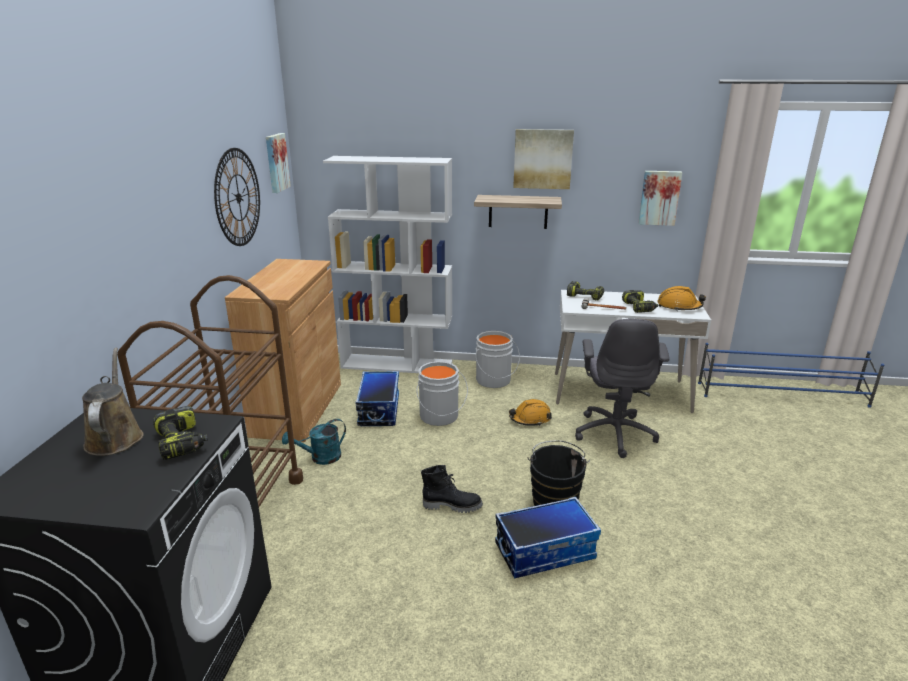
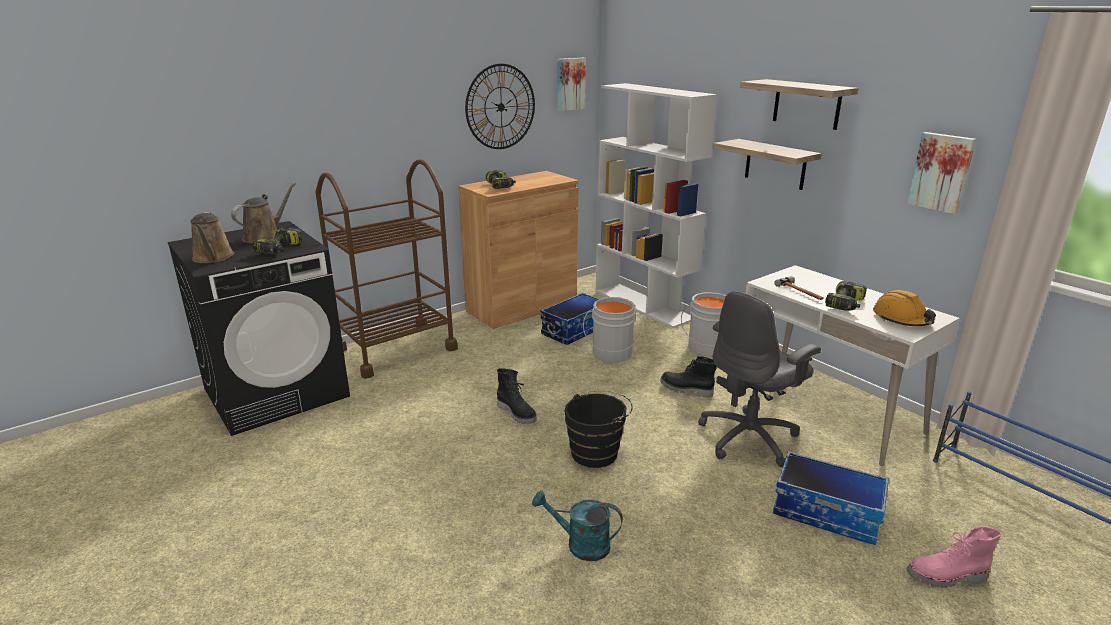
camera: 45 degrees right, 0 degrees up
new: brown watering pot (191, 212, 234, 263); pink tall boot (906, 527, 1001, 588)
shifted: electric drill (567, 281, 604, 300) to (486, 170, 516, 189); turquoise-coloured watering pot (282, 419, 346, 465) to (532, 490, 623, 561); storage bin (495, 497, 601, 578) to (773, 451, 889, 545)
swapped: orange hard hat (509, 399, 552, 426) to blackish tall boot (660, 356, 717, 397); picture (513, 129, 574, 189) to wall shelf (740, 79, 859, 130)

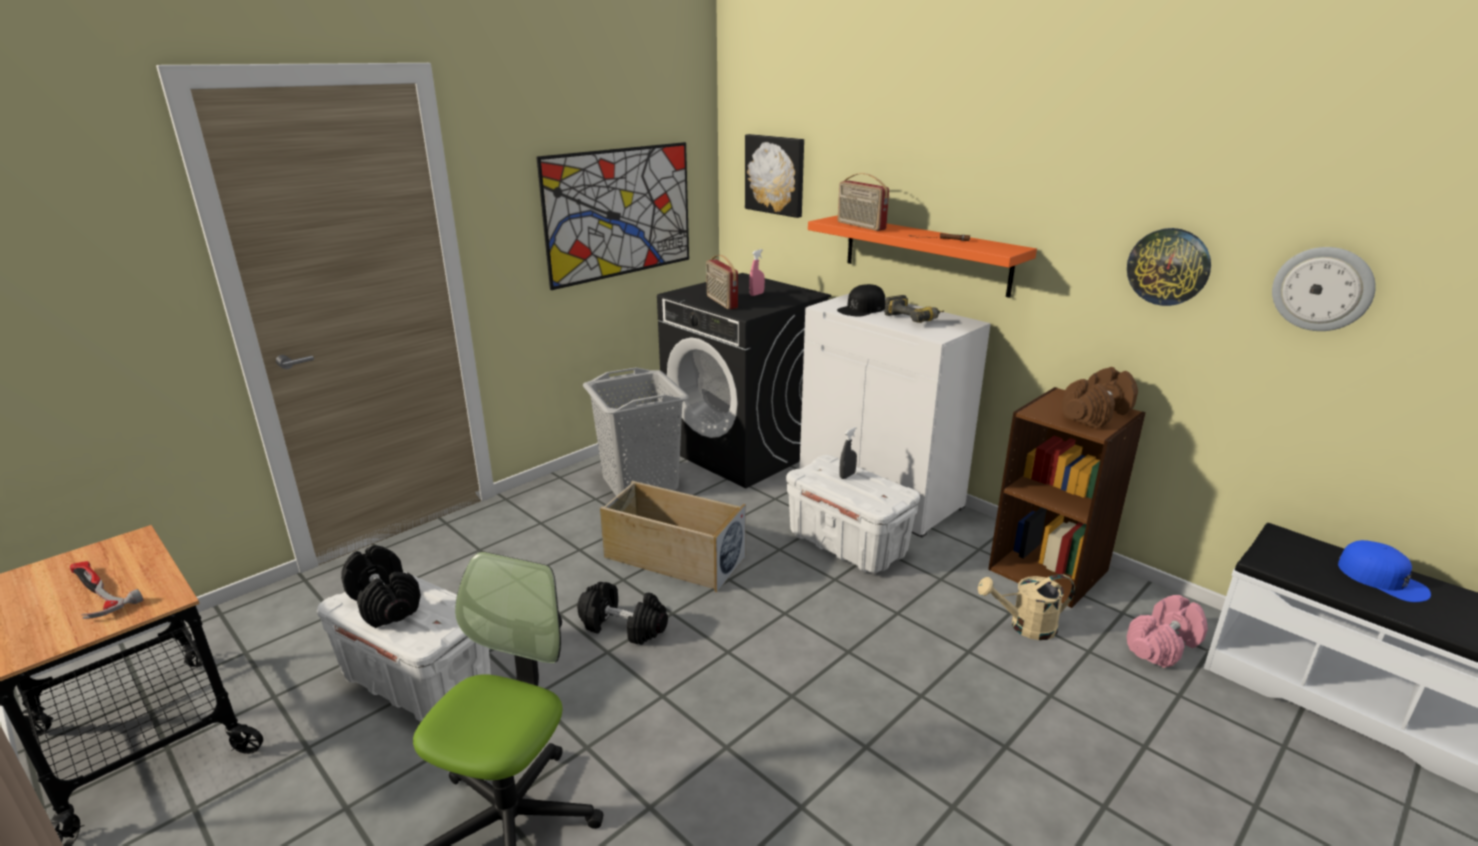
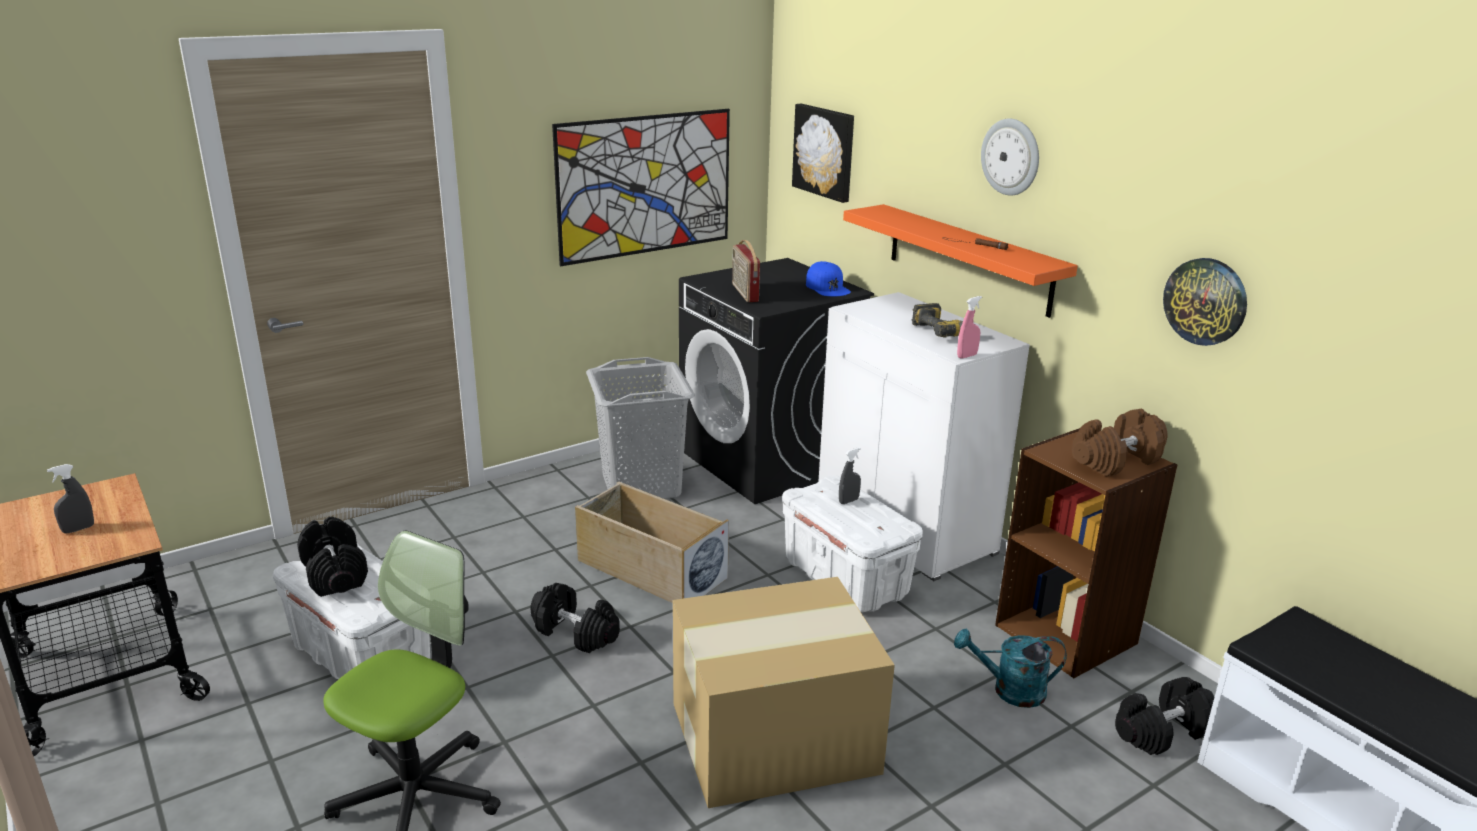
camera: 10 degrees right, 0 degrees up
gone: blackish cap (837, 284, 885, 317); radio (838, 173, 889, 231)
new: cardboard box (673, 577, 895, 808)
shifted: bluish cap (1338, 540, 1431, 602) to (806, 261, 851, 296); pink hand sprayer (749, 249, 765, 296) to (957, 296, 982, 359); wall clock (1272, 247, 1376, 331) to (981, 118, 1039, 196)
swapped: hammer (70, 561, 143, 619) to greyish hand sprayer (47, 464, 94, 533)
repainted: beige-coloured watering pot (978, 574, 1075, 640) to turquoise-coloured watering pot (954, 629, 1067, 708); pink hand weight (1127, 595, 1208, 668) to blackish hand weight (1115, 677, 1214, 755)

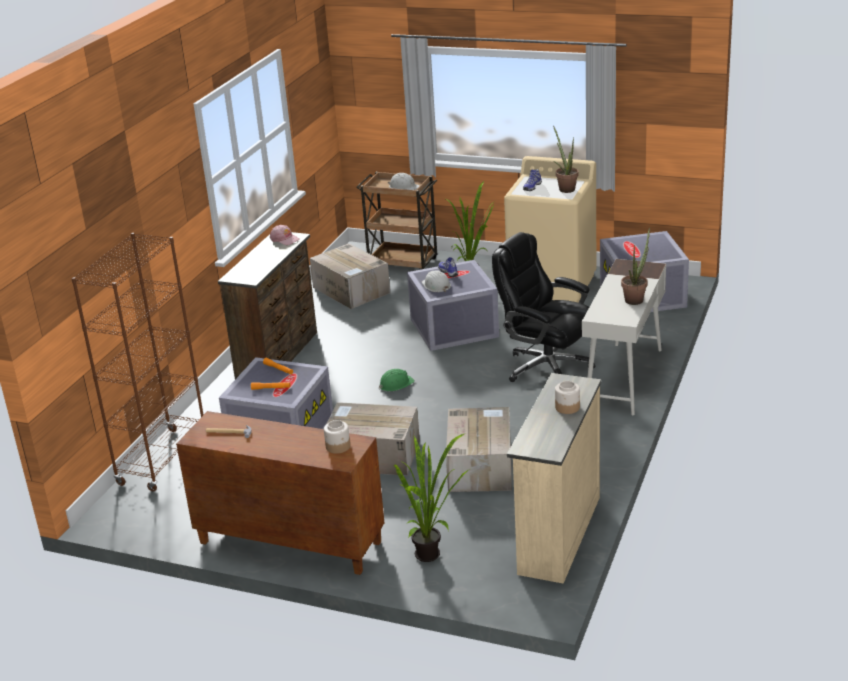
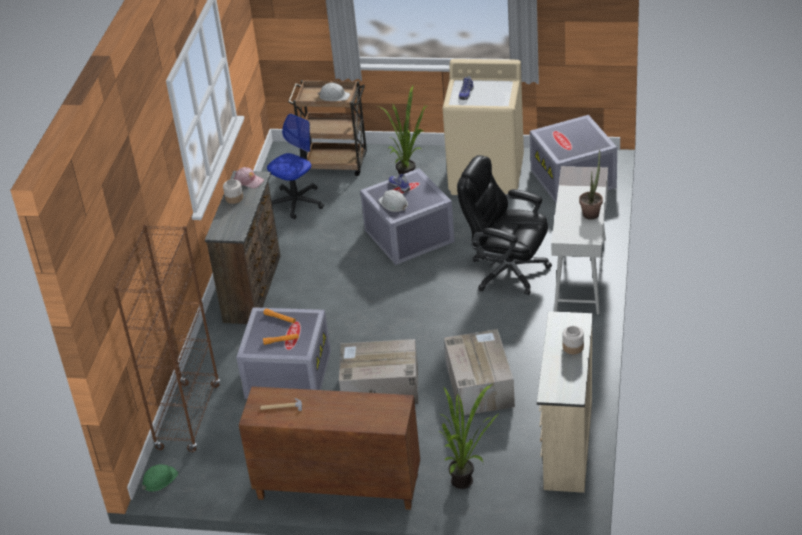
camera: 10 degrees left, 10 degrees up
gone: houseplant (553, 126, 579, 193)
shifted: green-coloured hard hat (379, 369, 415, 391) to (142, 464, 178, 492); jar (324, 420, 350, 454) to (223, 179, 243, 204)
swapped: cardboard box (310, 243, 390, 309) to desk chair (267, 114, 324, 219)

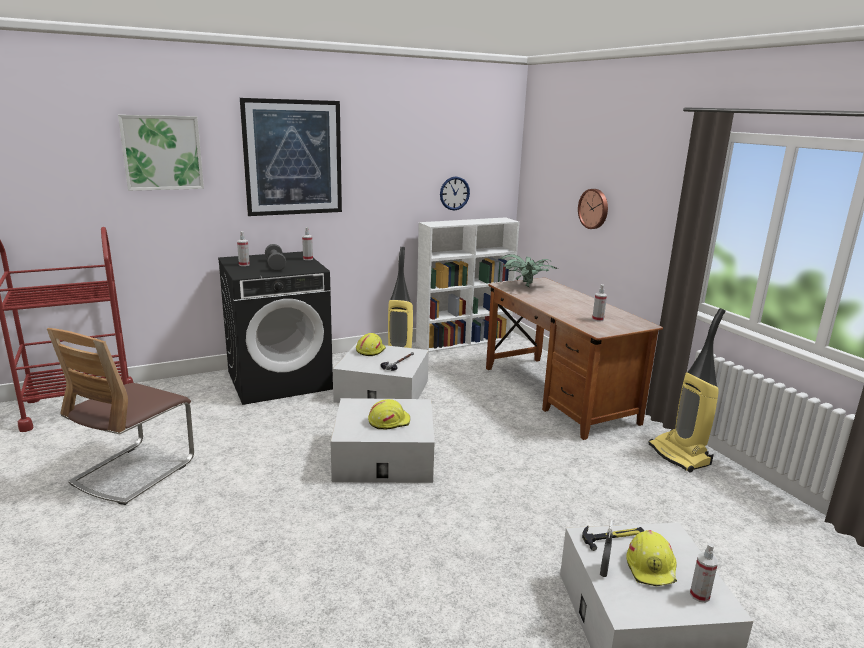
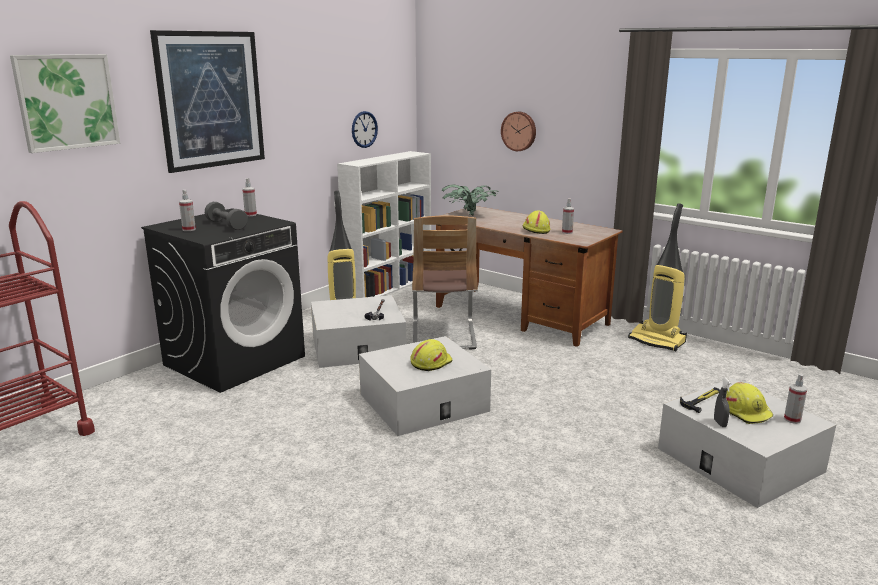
camera: 25 degrees left, 0 degrees up
shifted: upright chair (47, 328, 194, 505) to (412, 215, 478, 350); yellow-coloured hard hat (356, 333, 386, 356) to (522, 211, 550, 234)

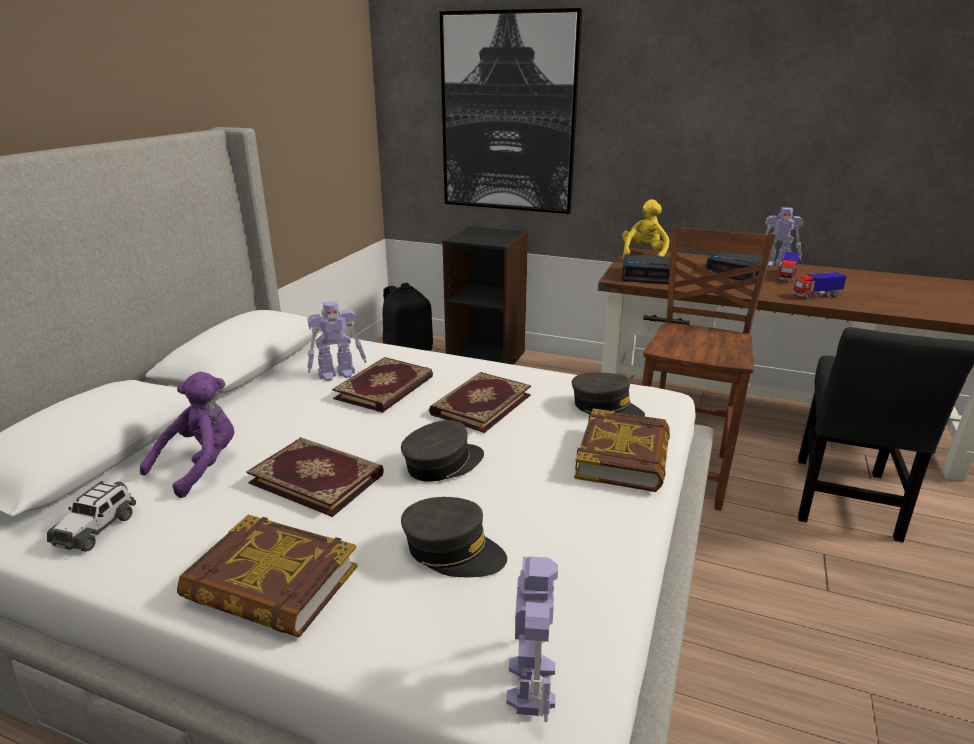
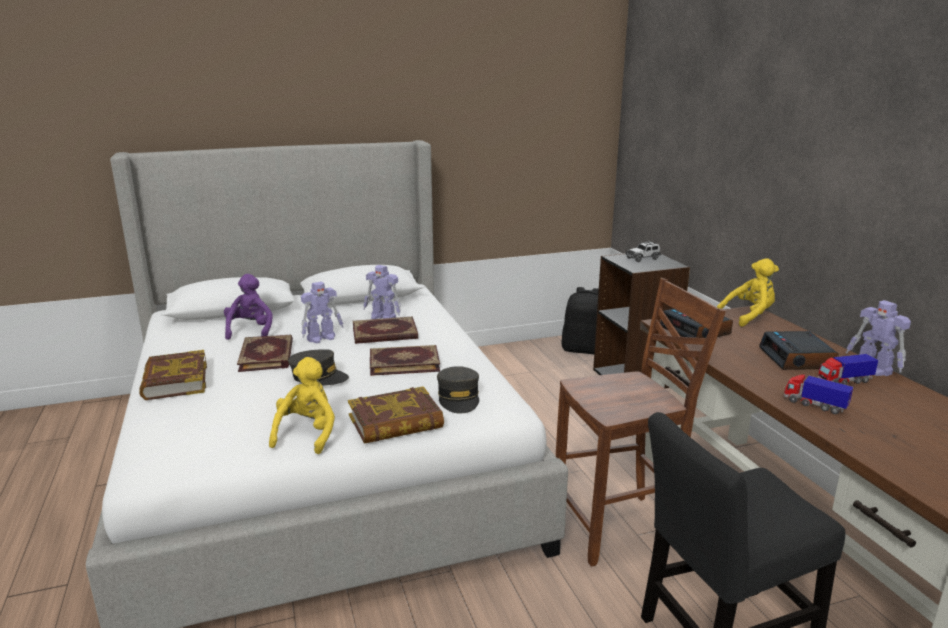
camera: 50 degrees right, 5 degrees down
gone: greyish cap (401, 497, 507, 577); picture (440, 8, 582, 214)
new: yellow-coloured soft toy (269, 357, 335, 454)
shifted: toy robot (506, 556, 558, 722) to (301, 281, 343, 344); model car (47, 481, 136, 552) to (625, 241, 661, 262)
rotated: purplish soft toy (140, 372, 234, 498) = (224, 274, 273, 340) 90 degrees counterclockwise

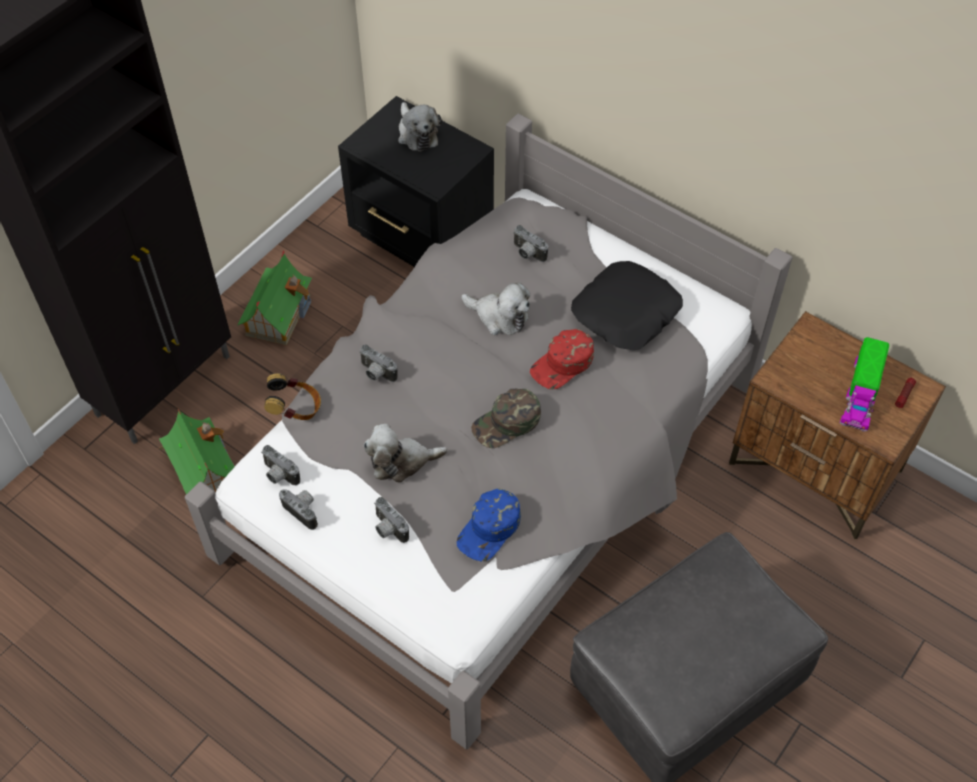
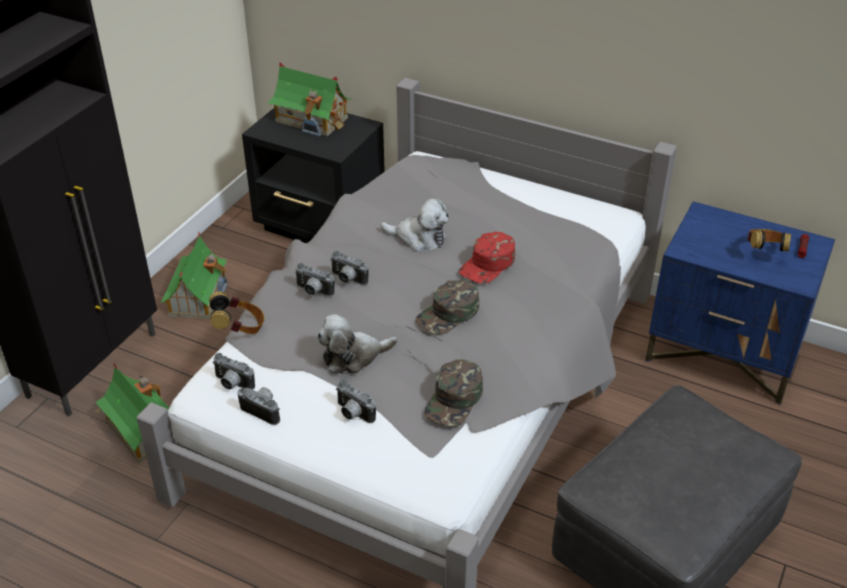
camera: 10 degrees left, 15 degrees down
gone: blackish throw pillow (571, 261, 683, 350)
shifted: still camera (513, 225, 548, 262) to (330, 251, 369, 285)
swapped: soft toy (398, 102, 442, 152) to model house (267, 62, 353, 136); model truck (840, 337, 889, 432) to headset (747, 229, 791, 251)
repainted: bluish cap (457, 488, 521, 562) to green-coloured cap (425, 359, 483, 427); brown night table (729, 311, 946, 539) to bluish night table (645, 201, 835, 405)

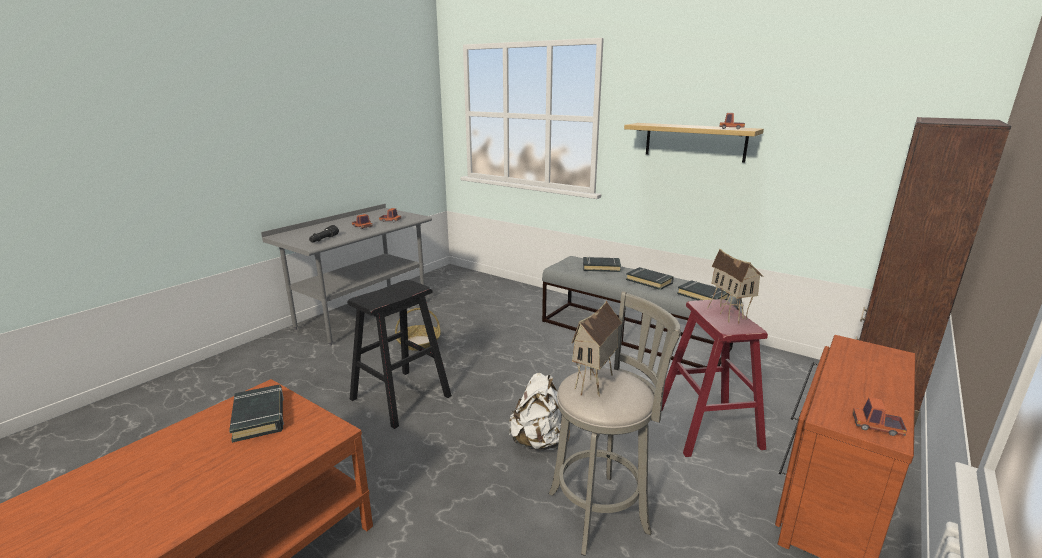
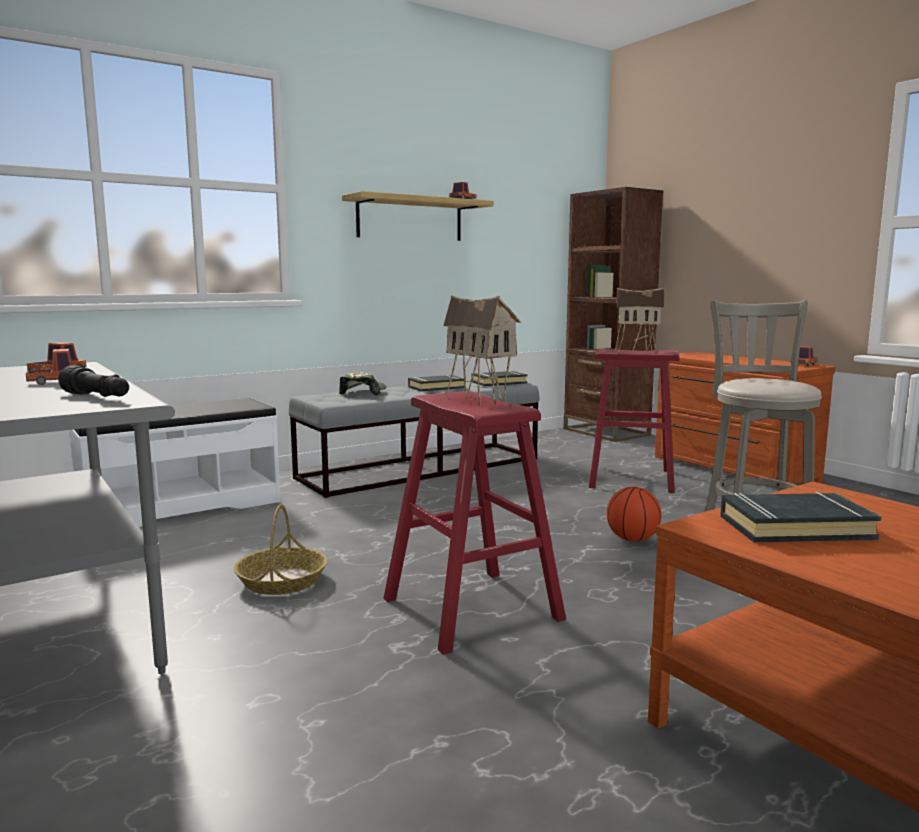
camera: 70 degrees left, 10 degrees down
new: whitish indoor bench (69, 398, 280, 527)
shifted: model house (572, 301, 622, 397) to (443, 295, 521, 405)
swapped: blackish volume (583, 257, 621, 272) to cap (339, 372, 387, 396); whitish backpack (509, 373, 570, 450) to basketball ball (607, 487, 661, 542)
repainted: blackish sitting stool (347, 280, 452, 429) to red-coloured sitting stool (384, 392, 566, 655)

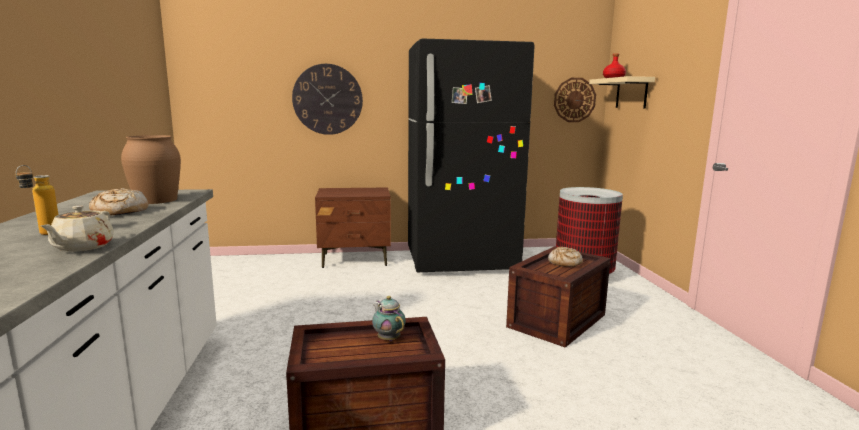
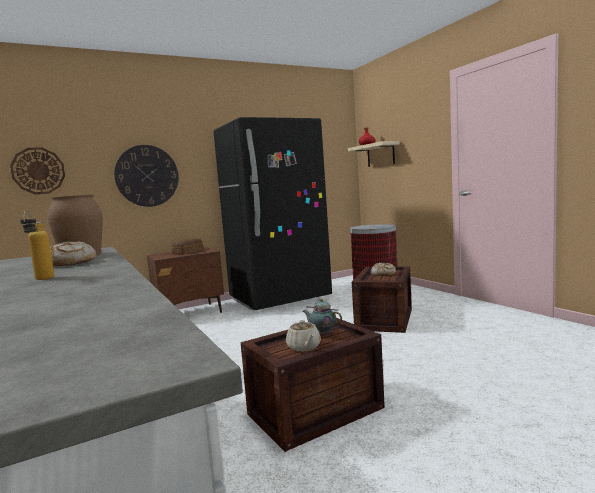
camera: 20 degrees left, 5 degrees down
new: baked bread (172, 238, 204, 255)
shifted: wall clock (554, 78, 596, 122) to (10, 147, 65, 194); beige-coloured tea pot (41, 205, 114, 252) to (286, 320, 321, 352)

